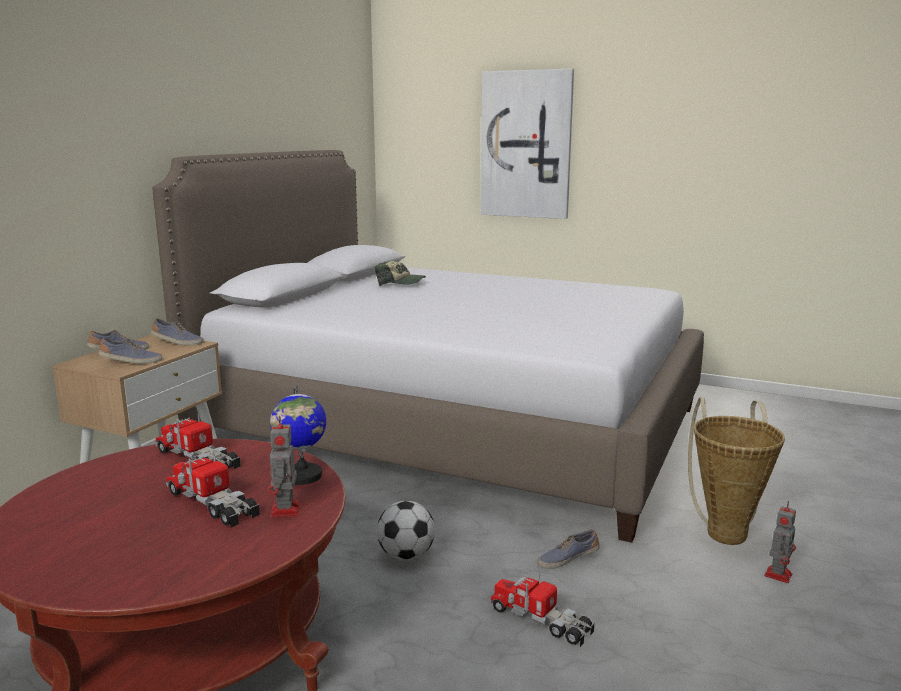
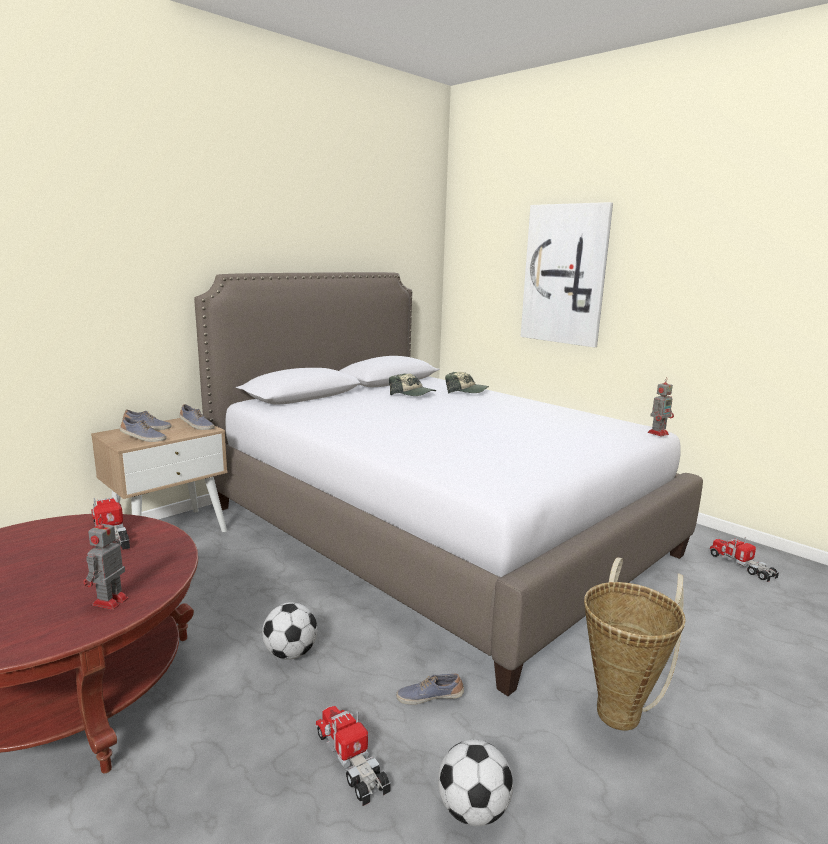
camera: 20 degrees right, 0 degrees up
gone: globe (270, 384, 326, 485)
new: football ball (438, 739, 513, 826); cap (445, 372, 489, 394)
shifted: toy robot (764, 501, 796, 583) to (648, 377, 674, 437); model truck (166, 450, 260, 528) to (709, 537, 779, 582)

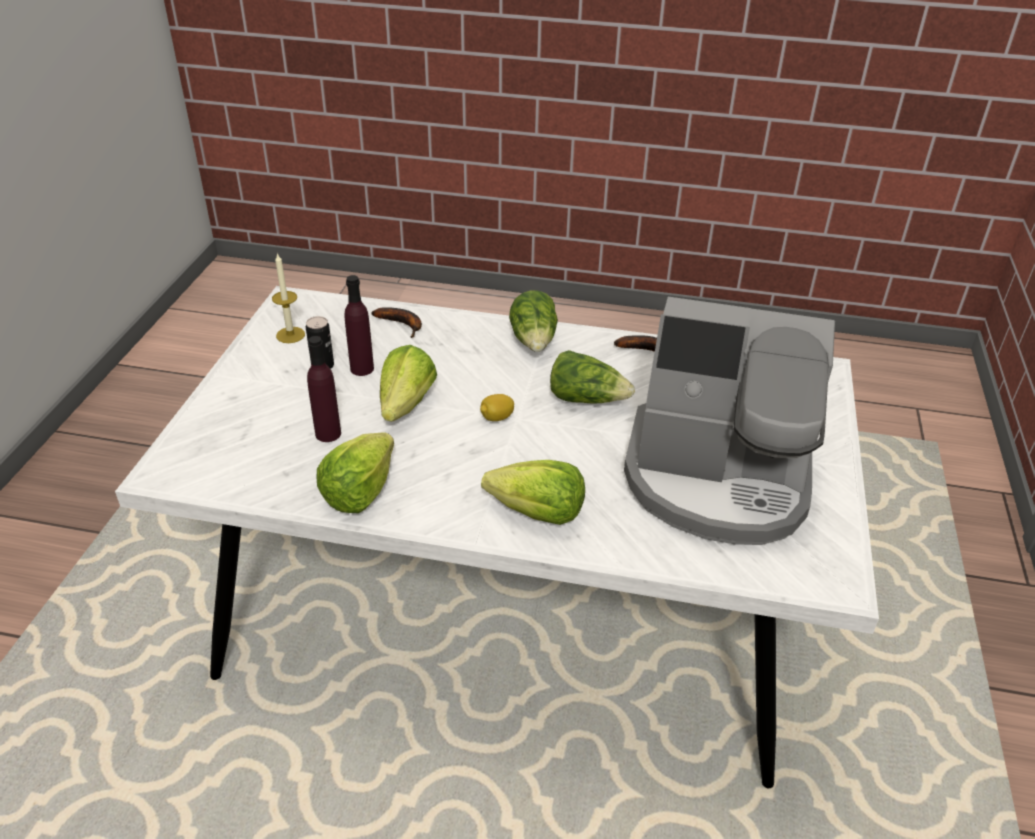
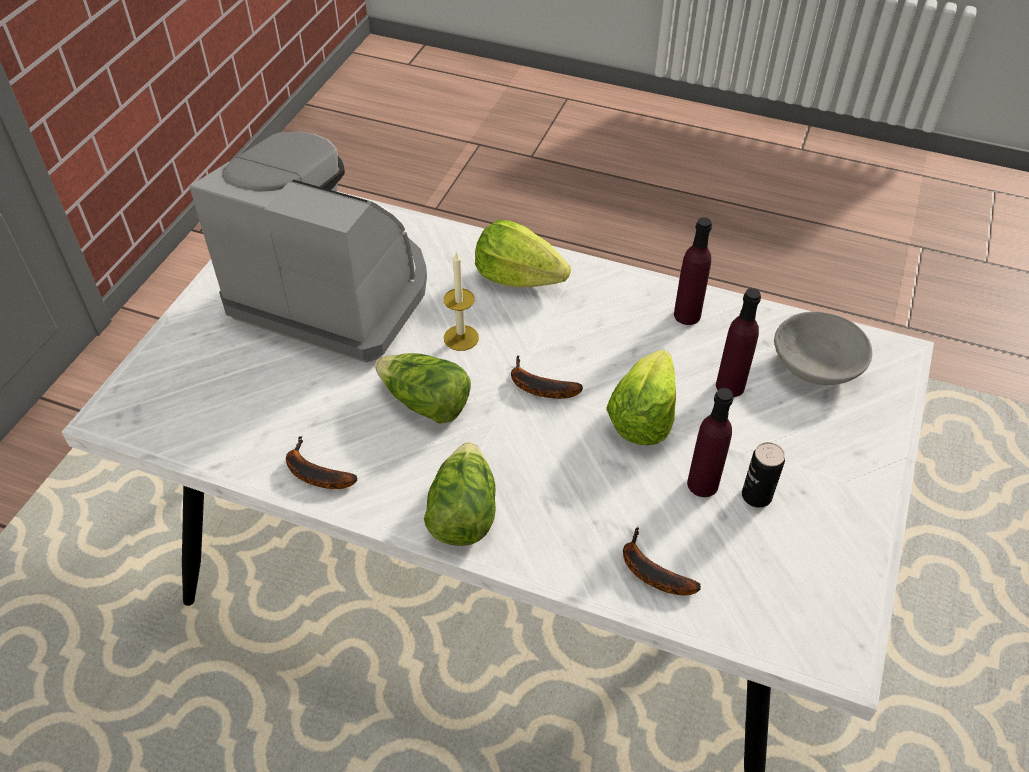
camera: 170 degrees left, 10 degrees up
new: greyish bowl (774, 311, 872, 385)
shifted: wax light (272, 253, 305, 343) to (444, 251, 479, 351)
swapped: whole lemon (480, 394, 514, 421) to banana (511, 356, 583, 399); head of lettuce (316, 432, 394, 513) to purplish bottle (674, 217, 712, 325)

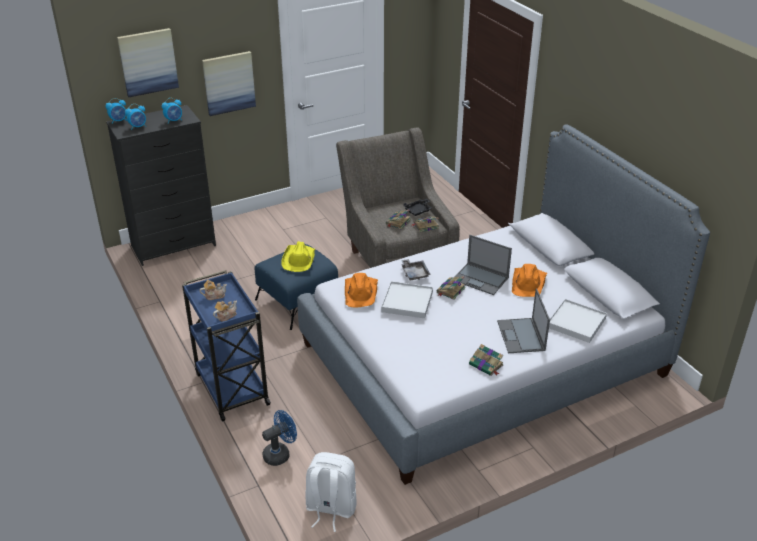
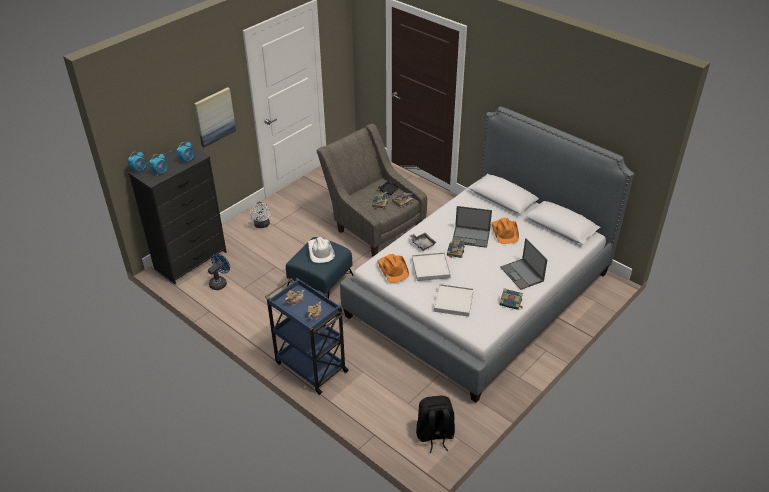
camera: 20 degrees left, 5 degrees up
gone: picture (117, 28, 179, 97)
new: whitish fan (250, 202, 271, 228)
shifted: bluish fan (262, 410, 297, 466) to (208, 254, 230, 290); whitish carrying tray (549, 299, 607, 343) to (434, 284, 474, 317)
repainted: yellow-coloured hat (281, 241, 316, 272) to whitish hat (308, 237, 335, 263); whitish backpack (305, 452, 357, 532) to blackish backpack (416, 396, 455, 453)

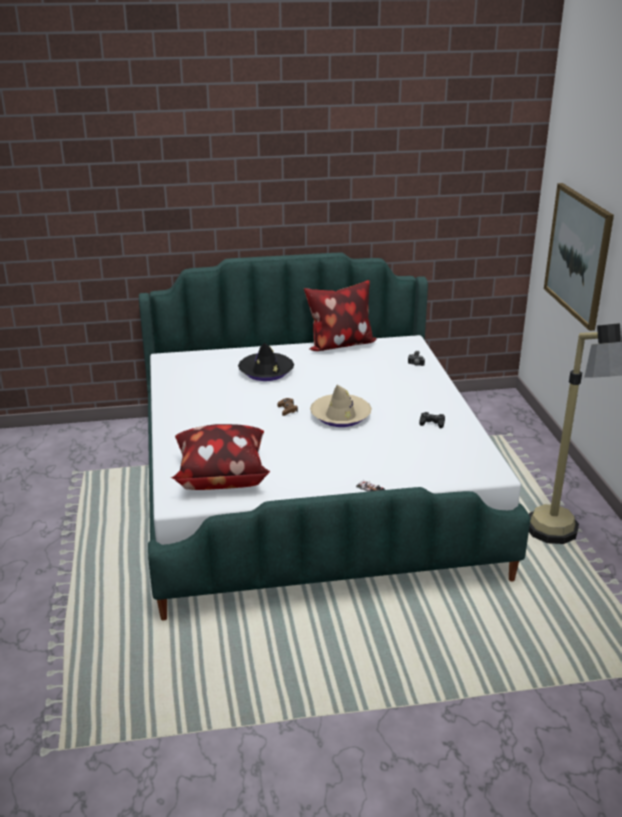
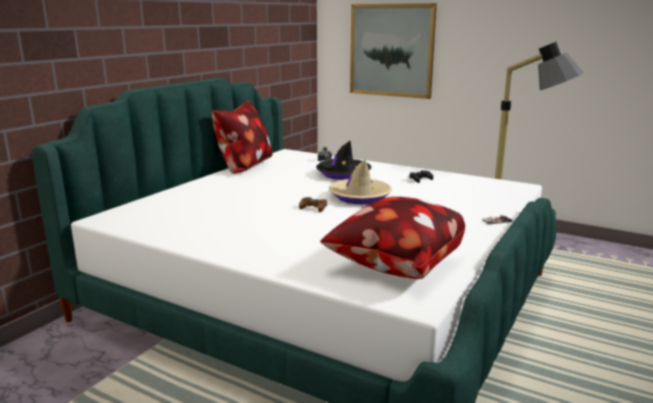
camera: 50 degrees left, 10 degrees down
shifted: blackish hat (238, 343, 294, 381) to (316, 141, 372, 180)

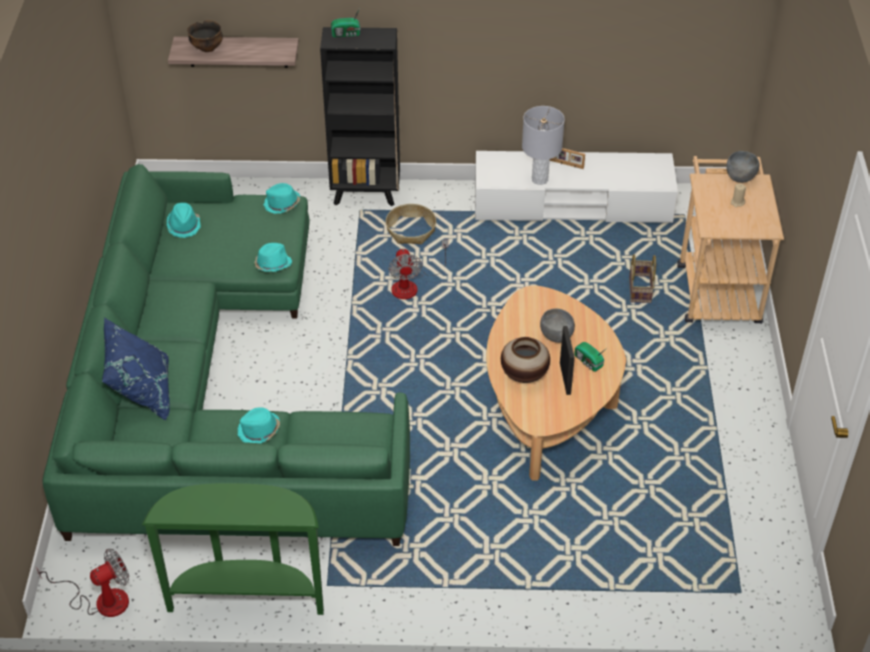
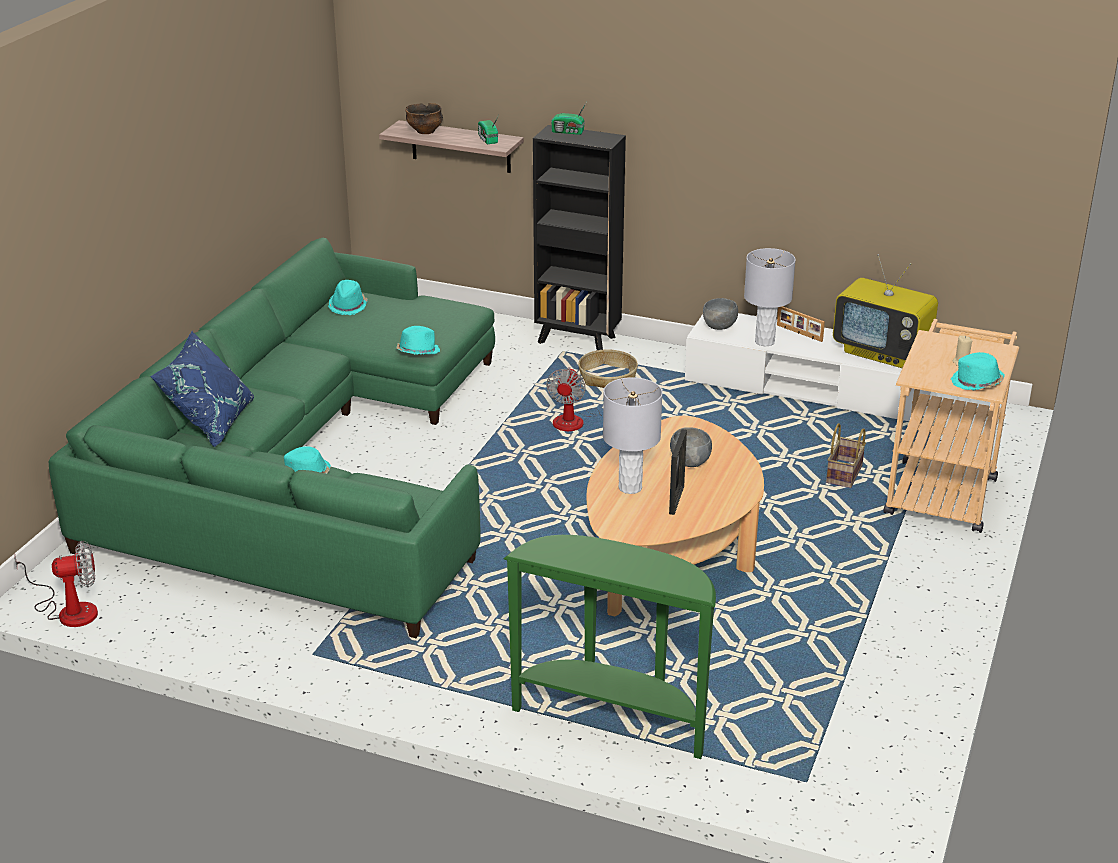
camera: 20 degrees right, 15 degrees down
new: television (833, 254, 938, 368)
shifted: radio (574, 342, 607, 372) to (478, 117, 498, 144); green-coloured console table (142, 483, 324, 615) to (504, 535, 716, 759); greyish bowl (726, 151, 759, 183) to (703, 298, 738, 330); turquoise-coloured hat (263, 183, 300, 214) to (951, 352, 1004, 391)
swapped: vase (501, 337, 550, 383) to greyish lamp for a table (603, 377, 663, 494)

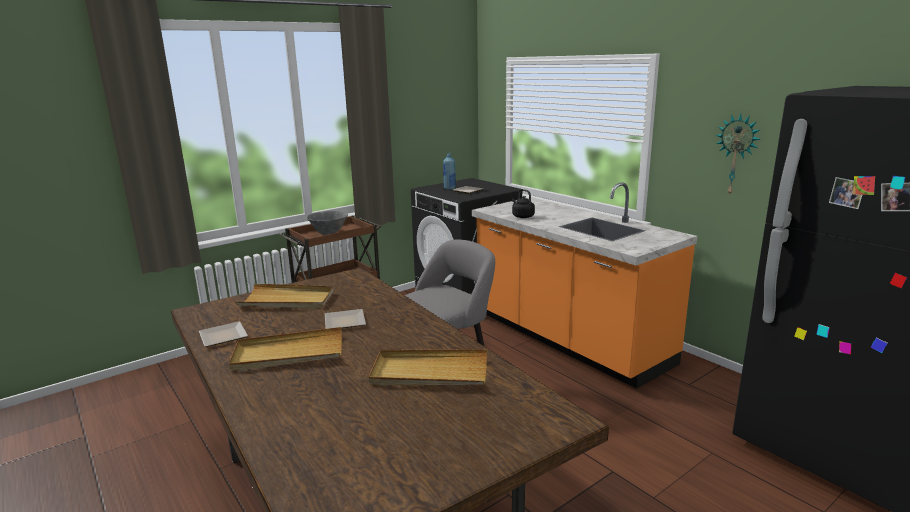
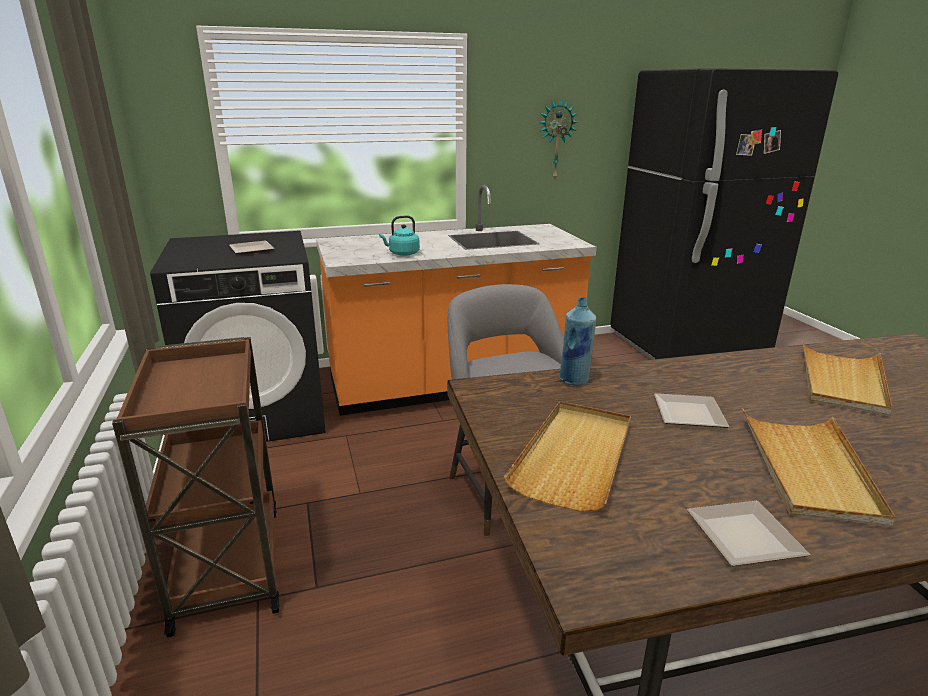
camera: 70 degrees left, 5 degrees up
gone: greyish bowl (307, 211, 348, 235)
shifted: bluish bottle (443, 153, 456, 190) to (559, 297, 596, 386)
repainted: blackish water kettle (512, 189, 535, 218) to turquoise-coloured water kettle (379, 215, 420, 256)

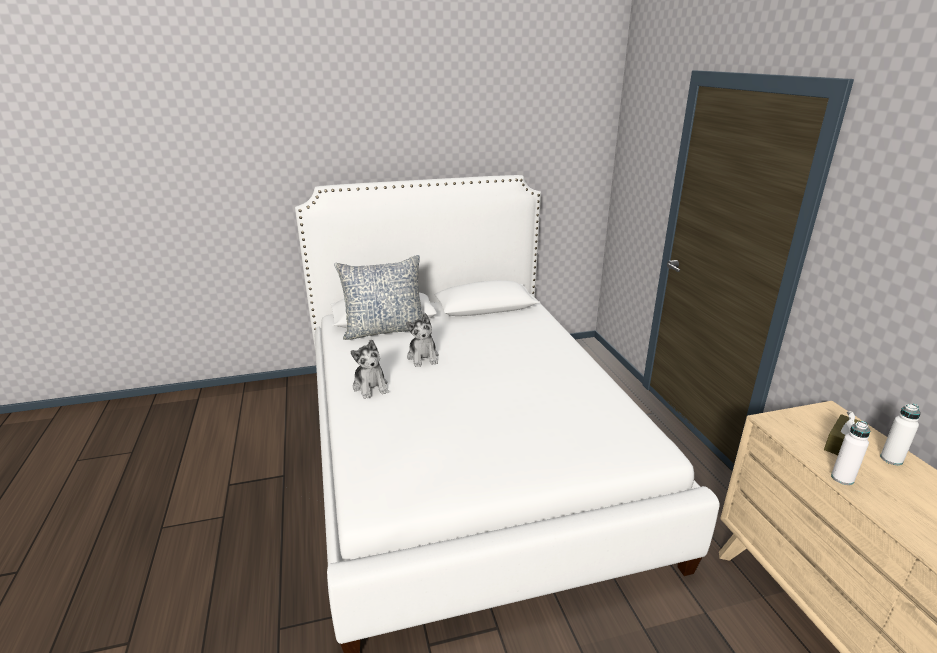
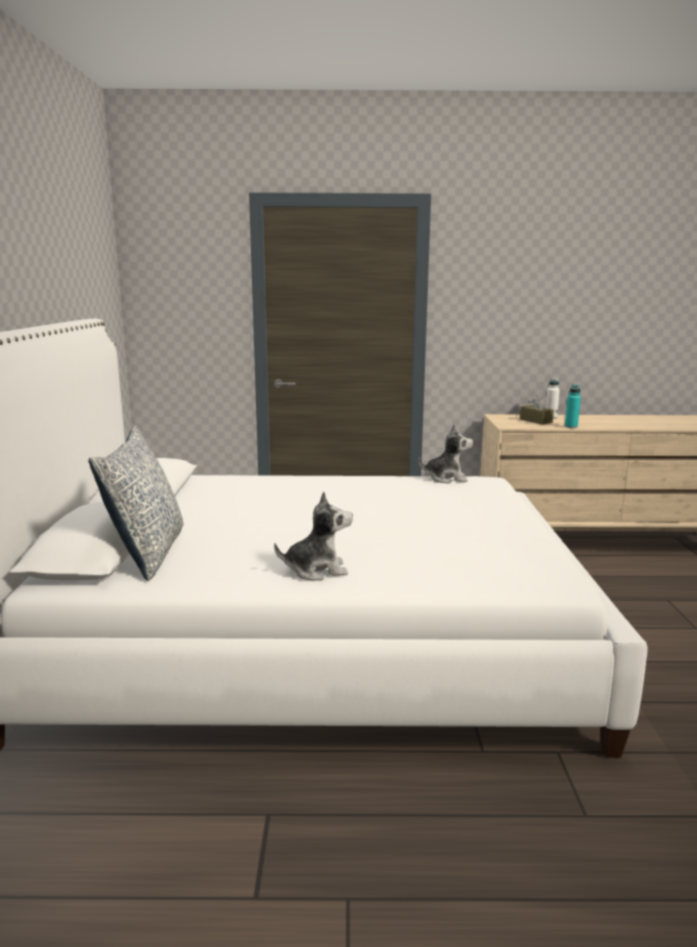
camera: 75 degrees left, 10 degrees down
shifted: soft toy (406, 313, 439, 367) to (418, 425, 473, 484)
repainted: whitish bottle (831, 421, 870, 485) to turquoise-coloured bottle (565, 385, 581, 428)

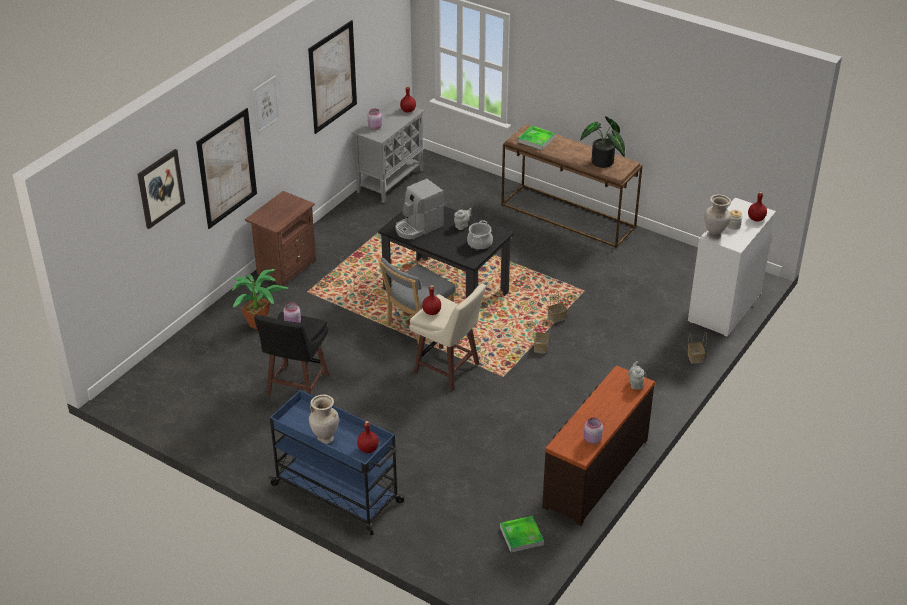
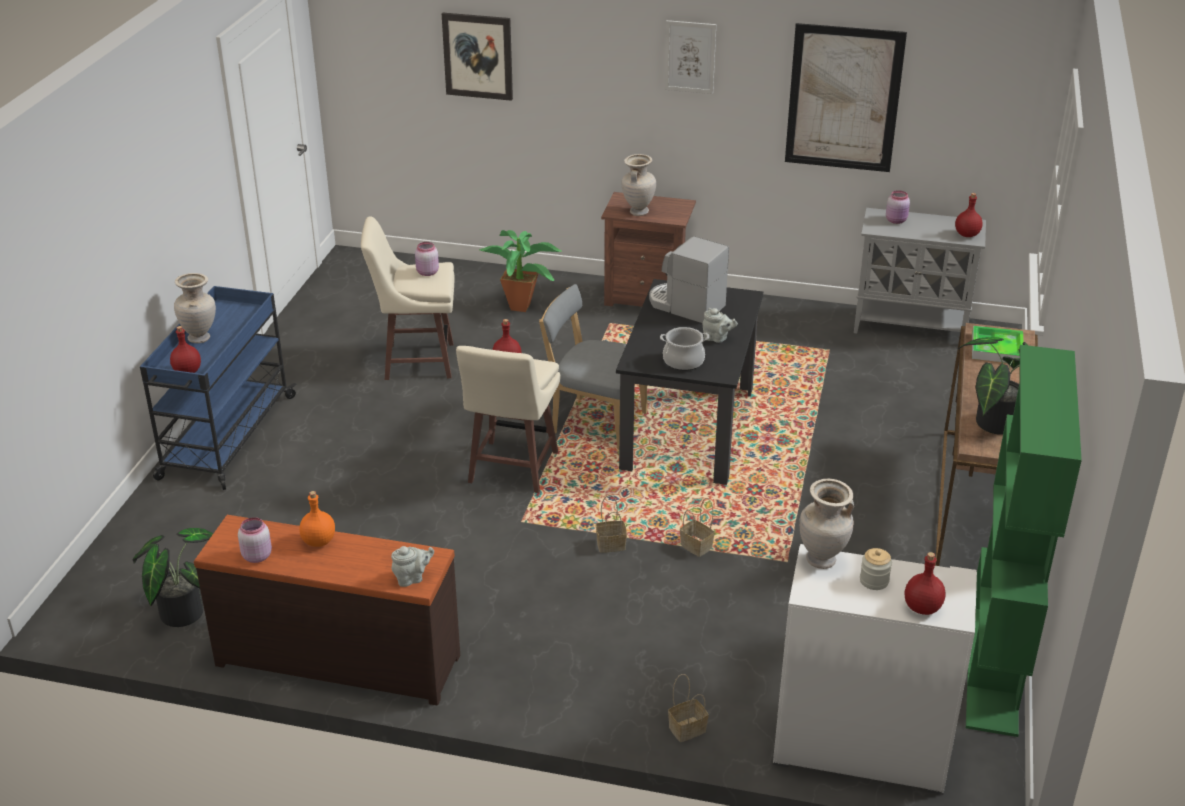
camera: 70 degrees right, 5 degrees down
gone: picture (196, 108, 257, 229)
new: orange bottle (299, 491, 335, 547); beige-coloured vase (622, 154, 656, 216); green-coloured bookcase (966, 345, 1082, 737)
swapped: carrying tray (500, 516, 544, 553) to houseplant (133, 528, 213, 627)
repainted: blackish sitting stool (254, 312, 329, 397) to beige-coloured sitting stool (361, 216, 455, 380)

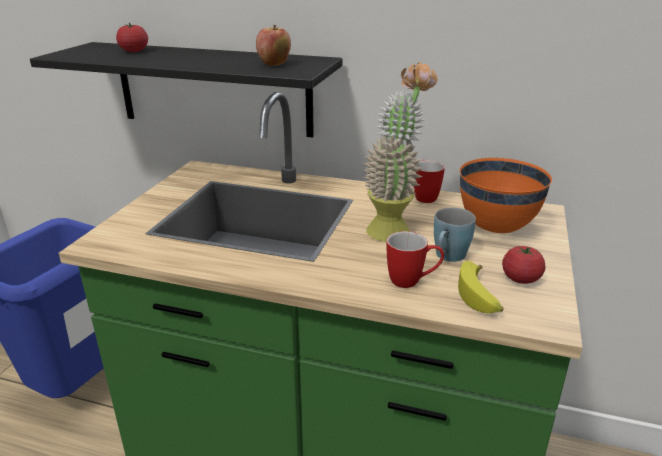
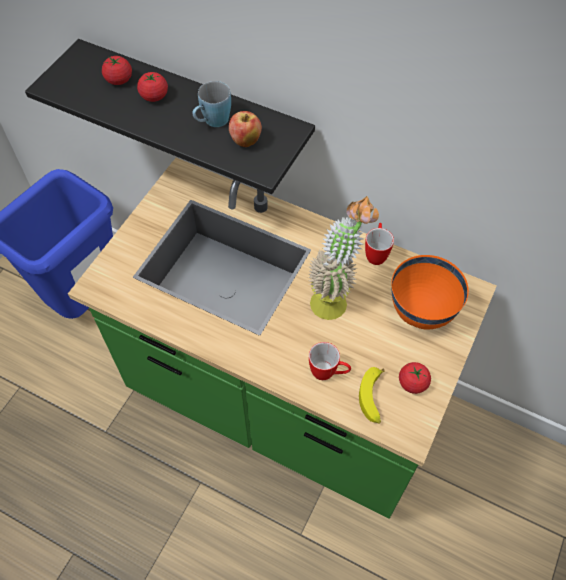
camera: 10 degrees right, 30 degrees up
new: whole tomato (137, 72, 168, 102)
shifted: bluish coffee mug (434, 207, 476, 262) to (192, 81, 231, 127)

